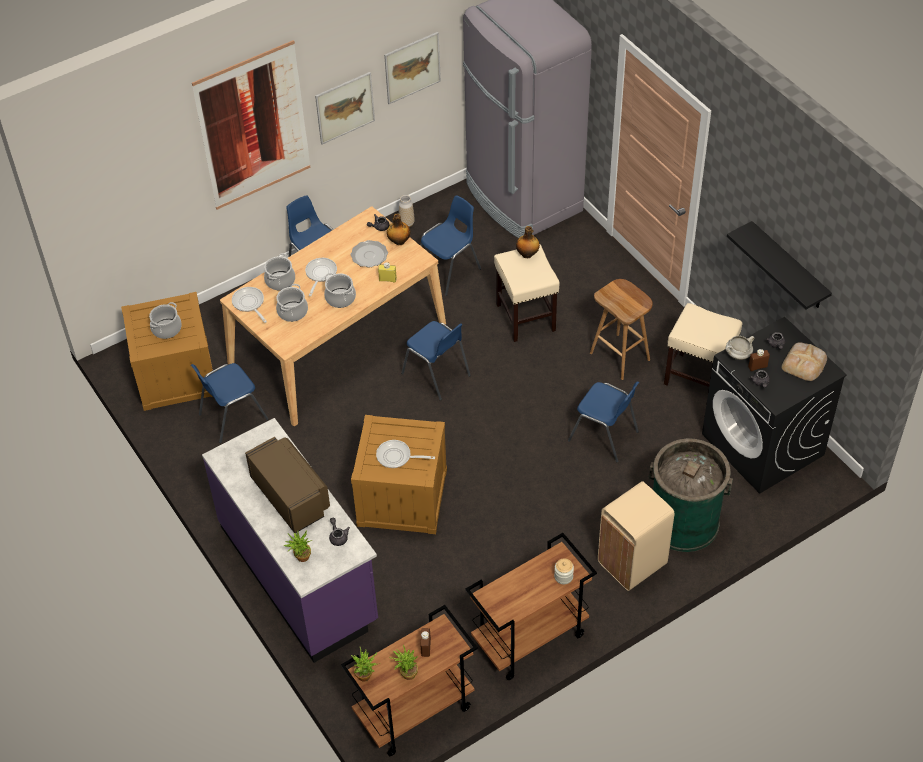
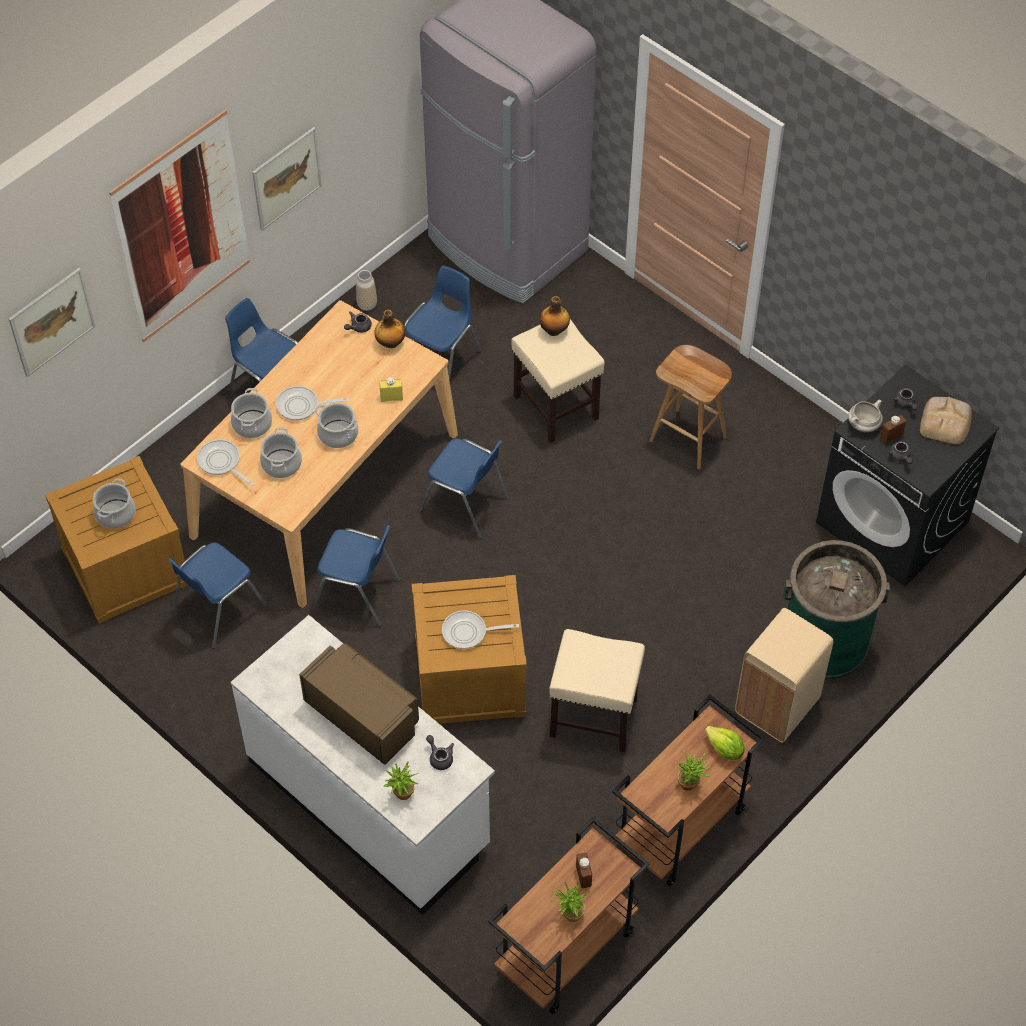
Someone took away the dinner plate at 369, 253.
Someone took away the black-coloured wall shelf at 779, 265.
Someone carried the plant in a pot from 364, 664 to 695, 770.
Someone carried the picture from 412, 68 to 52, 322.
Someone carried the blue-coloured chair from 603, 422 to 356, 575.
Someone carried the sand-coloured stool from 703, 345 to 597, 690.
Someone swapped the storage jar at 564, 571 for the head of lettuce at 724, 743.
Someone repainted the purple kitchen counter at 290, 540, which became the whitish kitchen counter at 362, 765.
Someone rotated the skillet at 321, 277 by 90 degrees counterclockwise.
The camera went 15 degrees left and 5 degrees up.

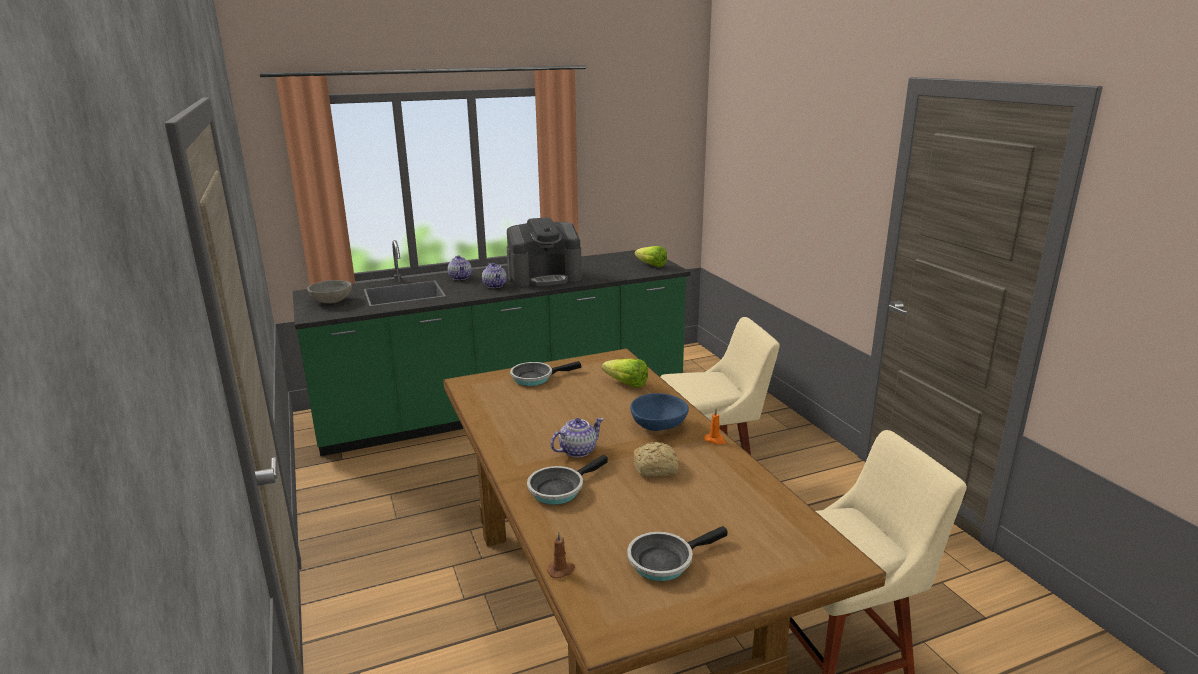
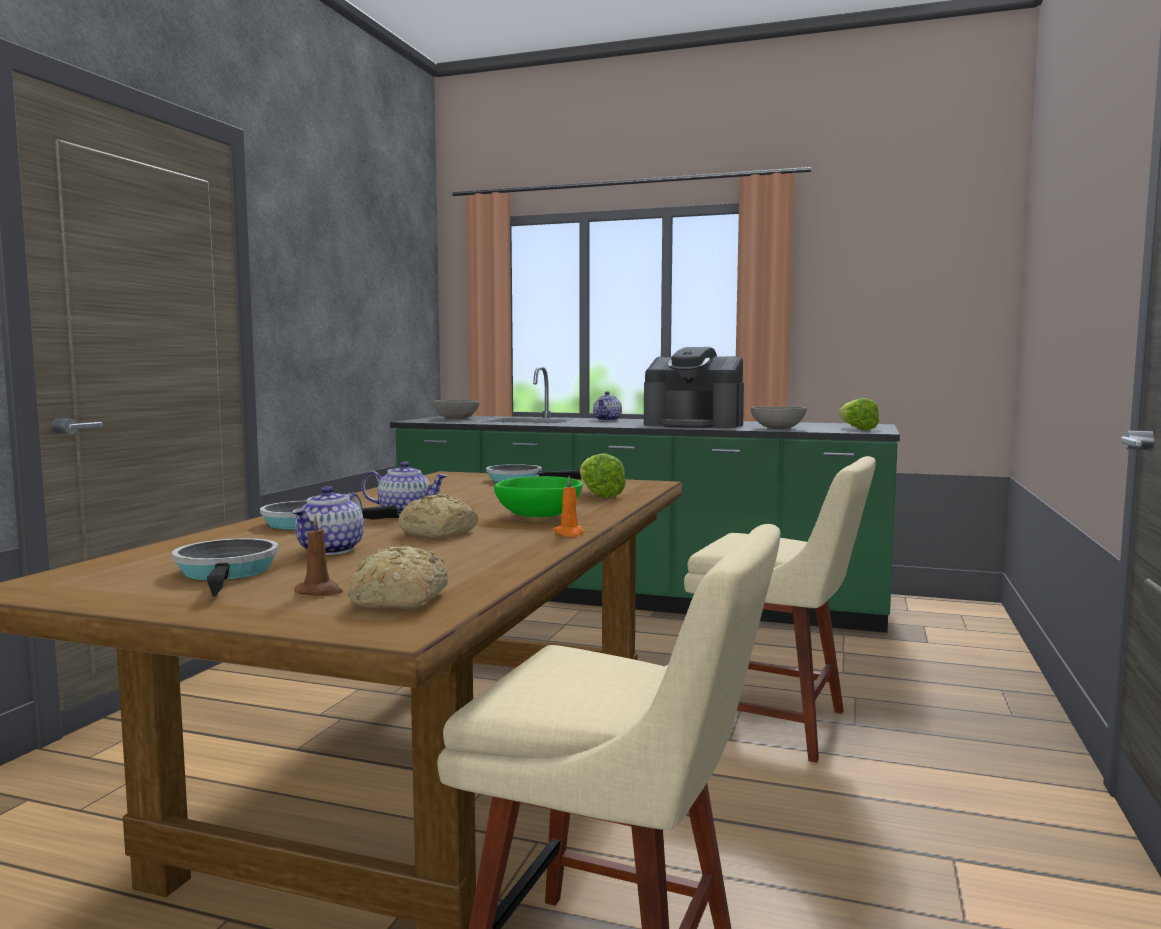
Someone put down the bread at 398, 577.
Someone put down the greyish deep dish at 778, 417.
Someone carried the pot for tea from 494, 275 to 328, 520.
Someone carried the brown candle from 561, 555 to 318, 555.
Someone repainted the blue-coloured deep dish at 659, 412, which became the green-coloured deep dish at 538, 496.
Someone rotated the skillet at 677, 553 by 60 degrees clockwise.
The camera went 40 degrees right and 15 degrees down.

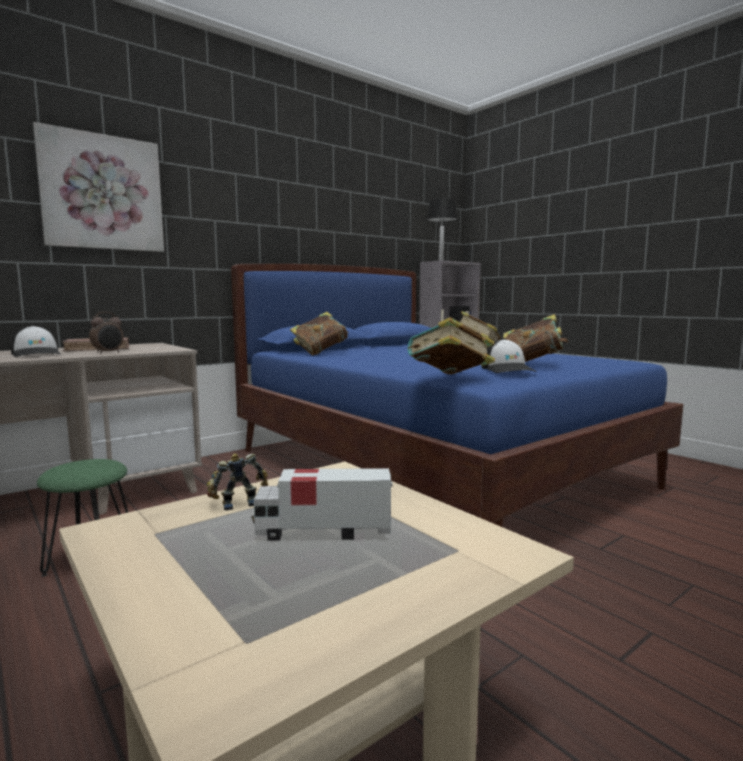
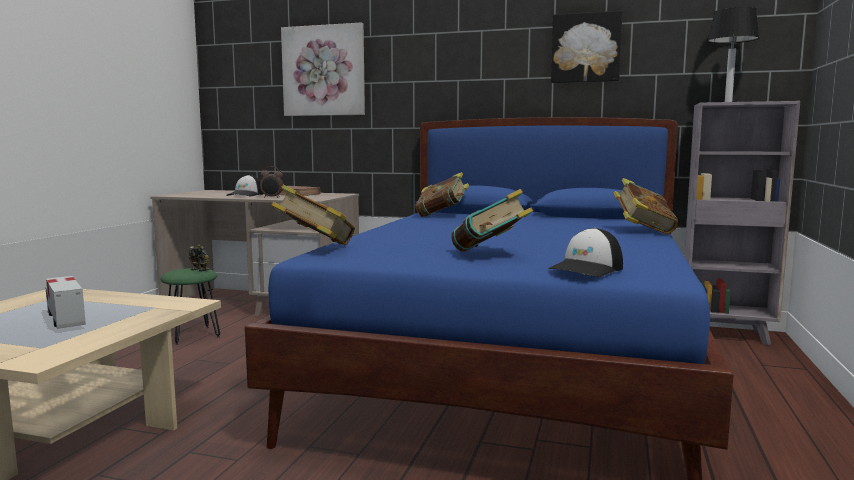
Someone put up the picture at 587, 47.
Someone carried the model robot from 237, 481 to 199, 258.
Someone carried the cap from 509, 356 to 585, 252.
The camera went 55 degrees right and 0 degrees up.

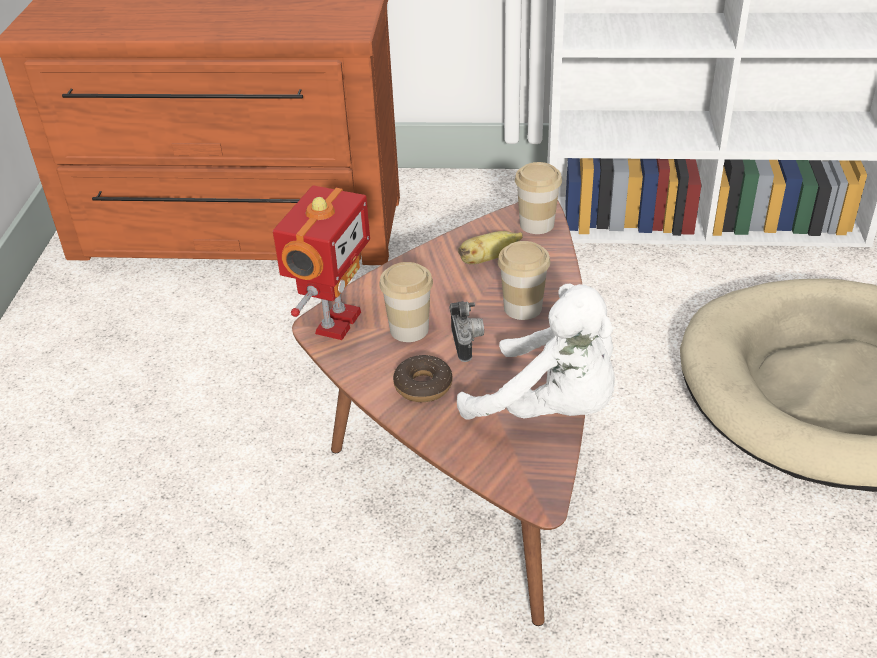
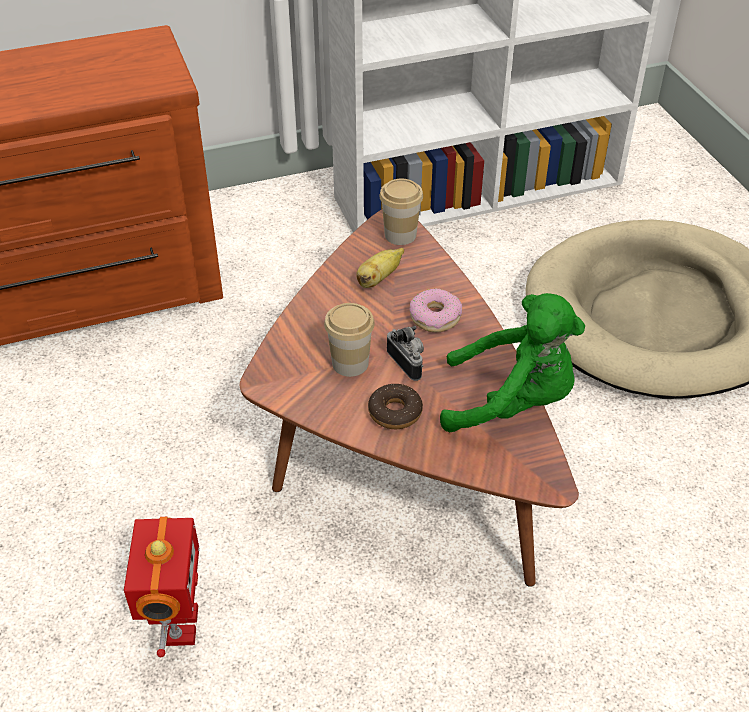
Someone carried the model robot from 321, 262 to 162, 587.
Someone swapped the small cup at 524, 280 for the ring doughnut at 435, 310.
Someone repainted the whitish soft toy at 536, 352, which became the green-coloured soft toy at 512, 362.
The camera went 25 degrees left and 5 degrees up.

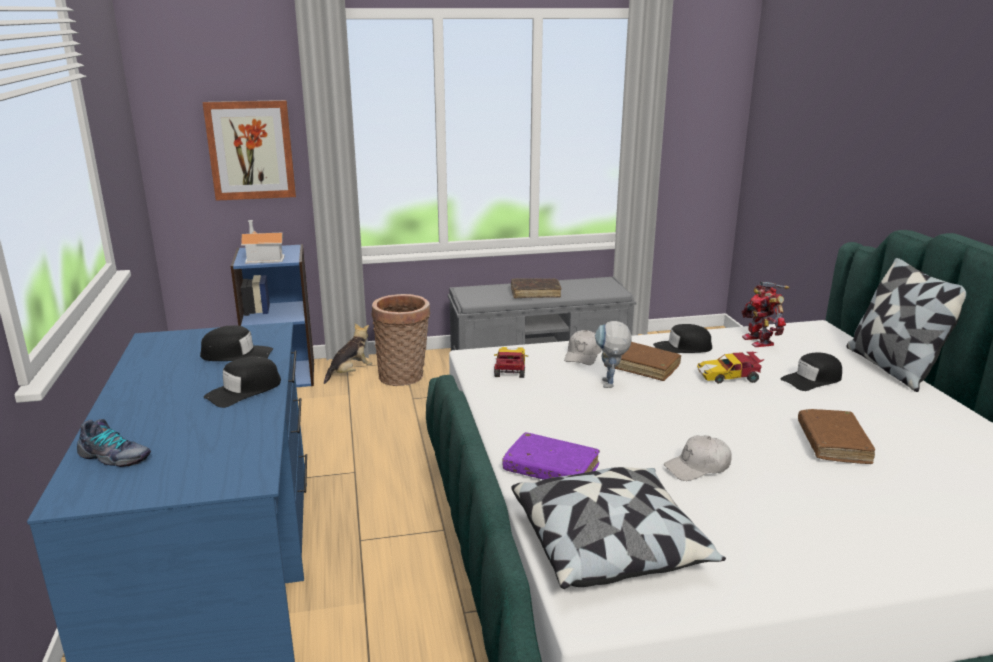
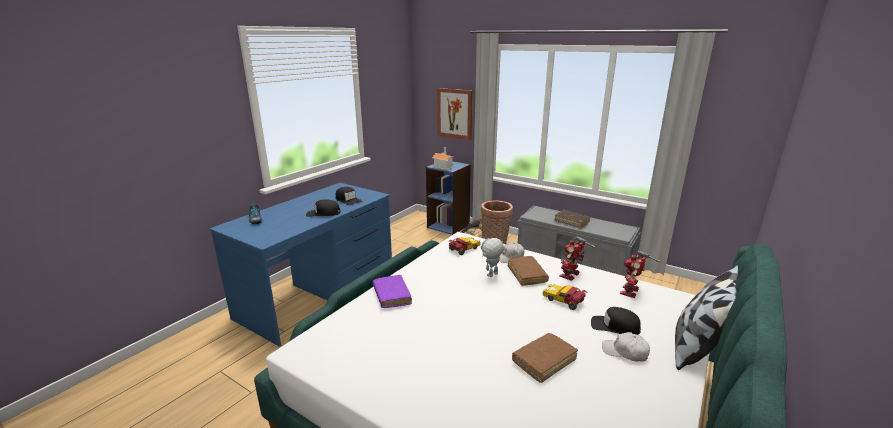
Someone took away the pillow at 619, 528.
Someone carried the whitish cap from 698, 458 to 626, 347.
Someone swapped the black-coloured cap at 682, 338 for the model robot at 577, 258.
The camera went 45 degrees right and 0 degrees up.

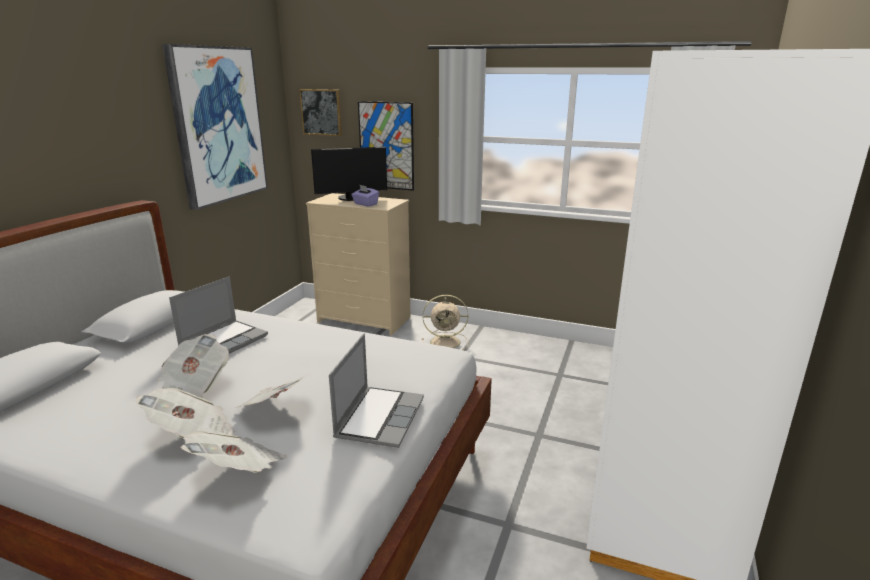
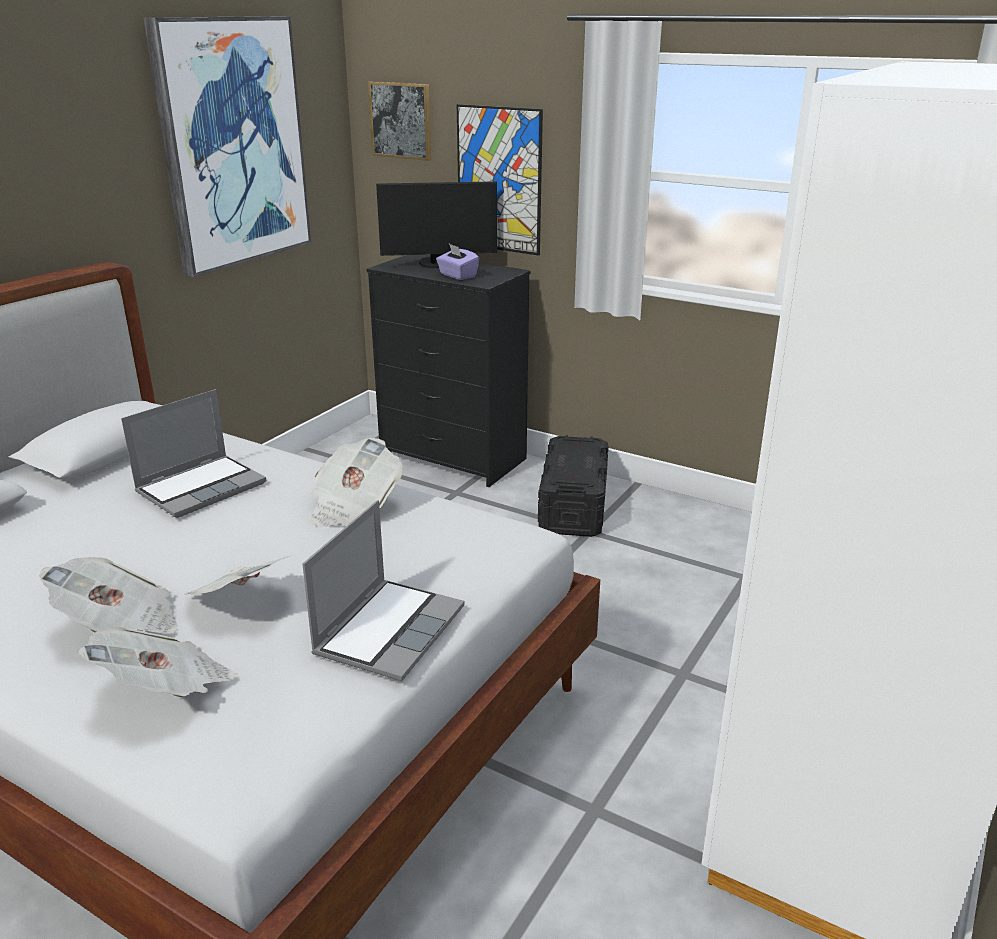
Someone carried the newspaper from 193, 366 to 357, 482.
Someone swapped the sand-coloured fan at 445, 322 for the black-coloured storage bin at 573, 486.
Someone repainted the sand-coloured dresser at 358, 264, which became the black-coloured dresser at 448, 371.
The camera went 10 degrees right and 5 degrees up.

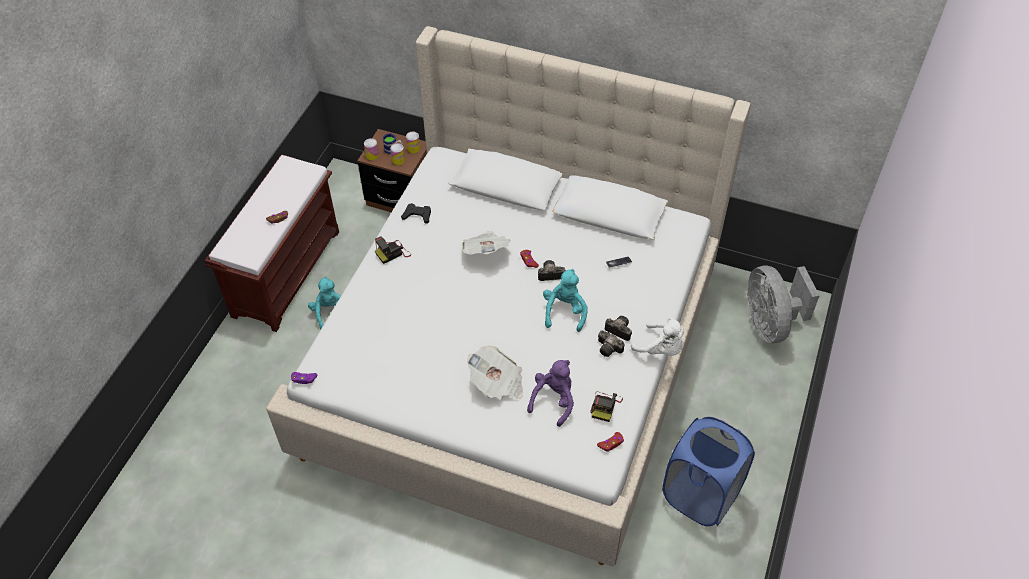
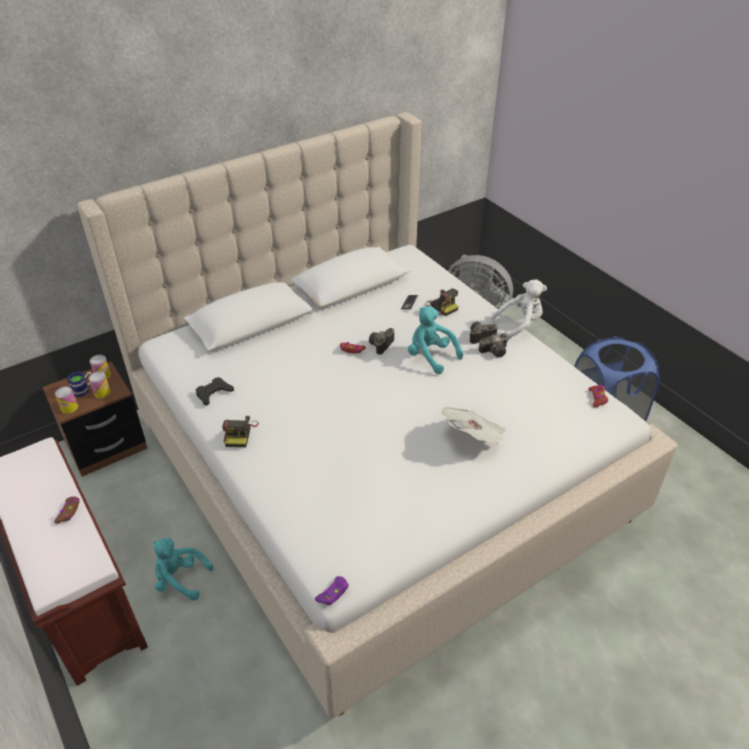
Someone took away the newspaper at 486, 243.
Someone took away the purple soft toy at 550, 393.
Someone carried the still camera from 606, 407 to 441, 302.
The camera went 55 degrees left and 10 degrees down.

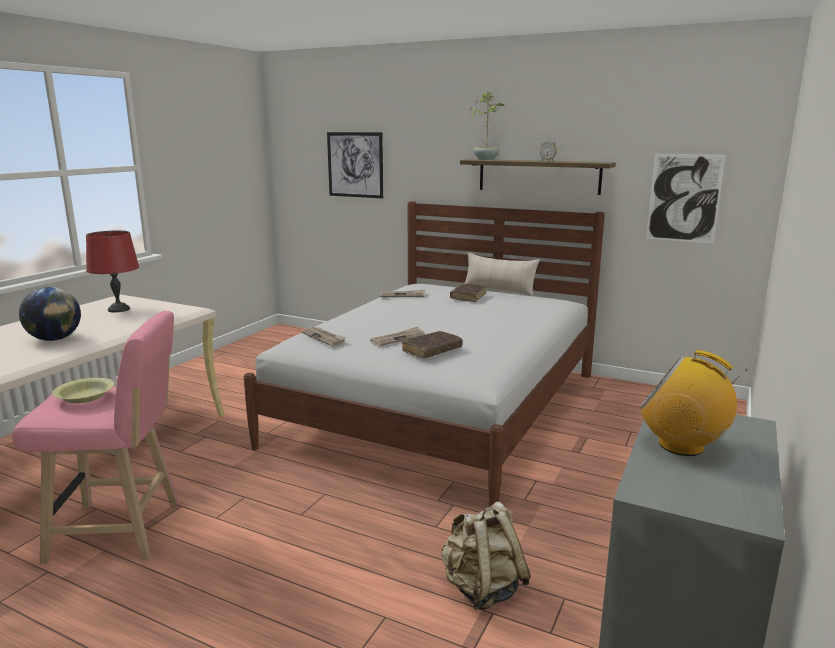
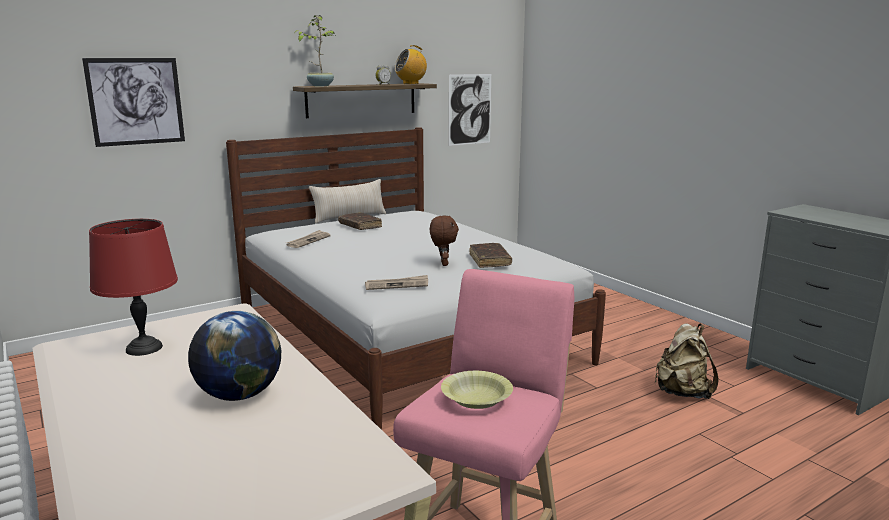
Someone carried the radio receiver from 693, 403 to 410, 64.
Someone swapped the newspaper at 398, 336 for the brown soft toy at 444, 241.
The camera went 60 degrees left and 0 degrees up.

